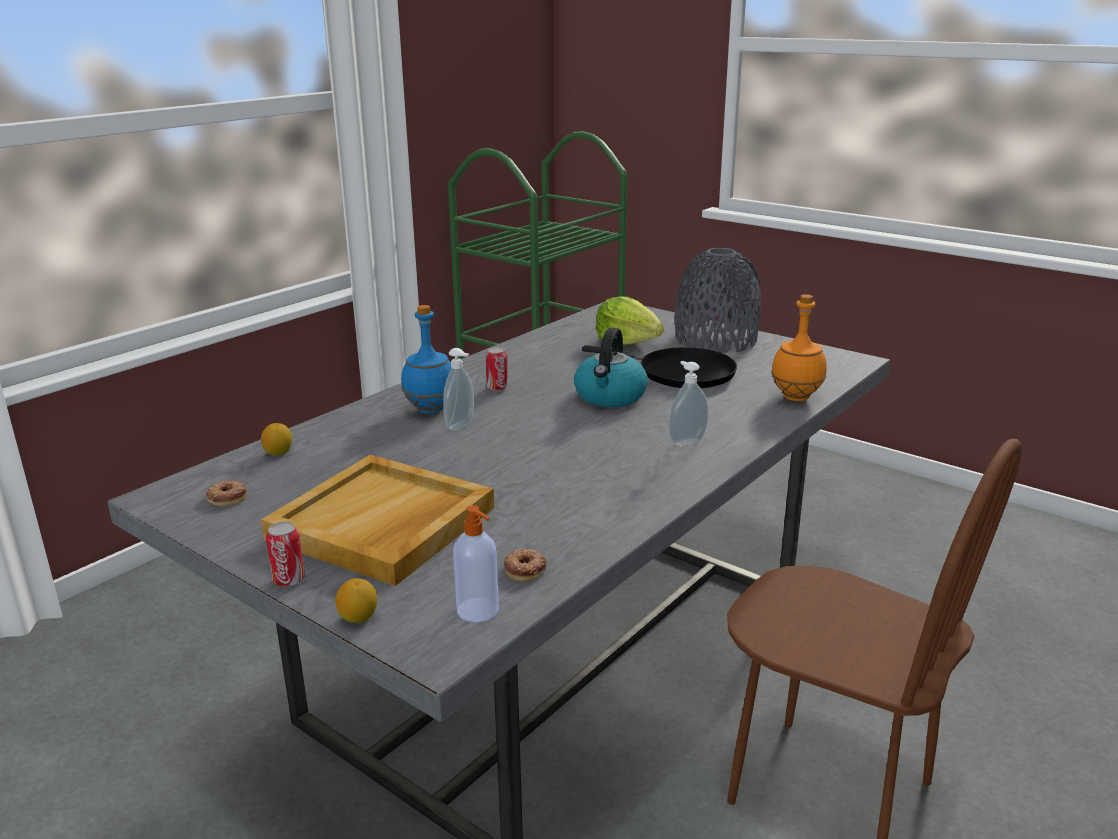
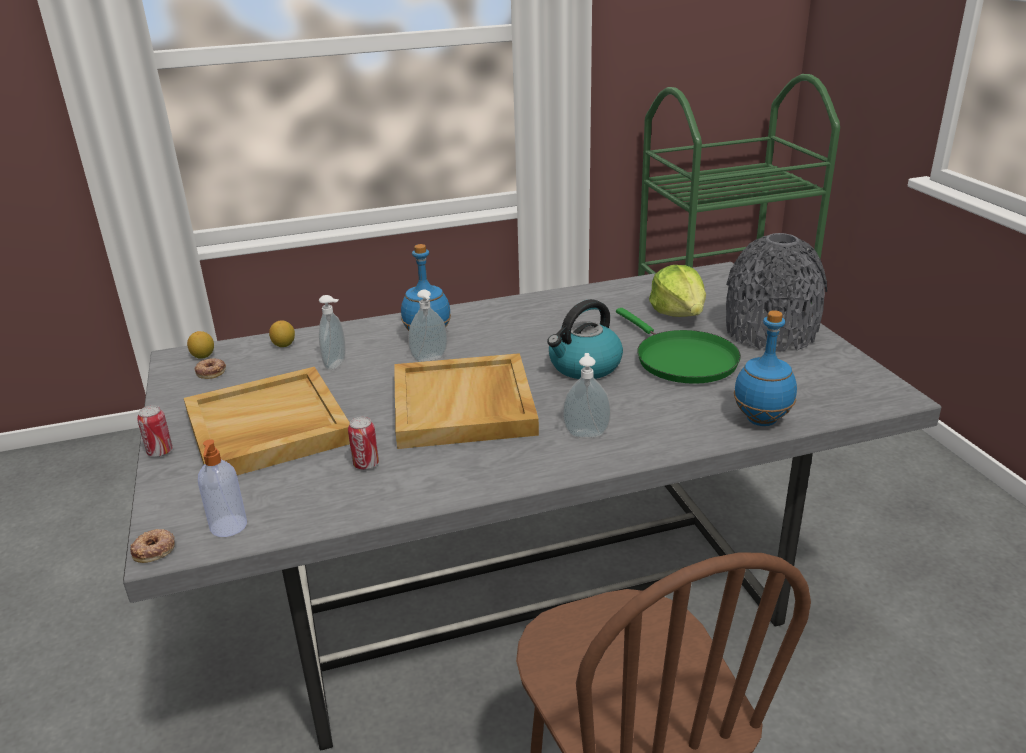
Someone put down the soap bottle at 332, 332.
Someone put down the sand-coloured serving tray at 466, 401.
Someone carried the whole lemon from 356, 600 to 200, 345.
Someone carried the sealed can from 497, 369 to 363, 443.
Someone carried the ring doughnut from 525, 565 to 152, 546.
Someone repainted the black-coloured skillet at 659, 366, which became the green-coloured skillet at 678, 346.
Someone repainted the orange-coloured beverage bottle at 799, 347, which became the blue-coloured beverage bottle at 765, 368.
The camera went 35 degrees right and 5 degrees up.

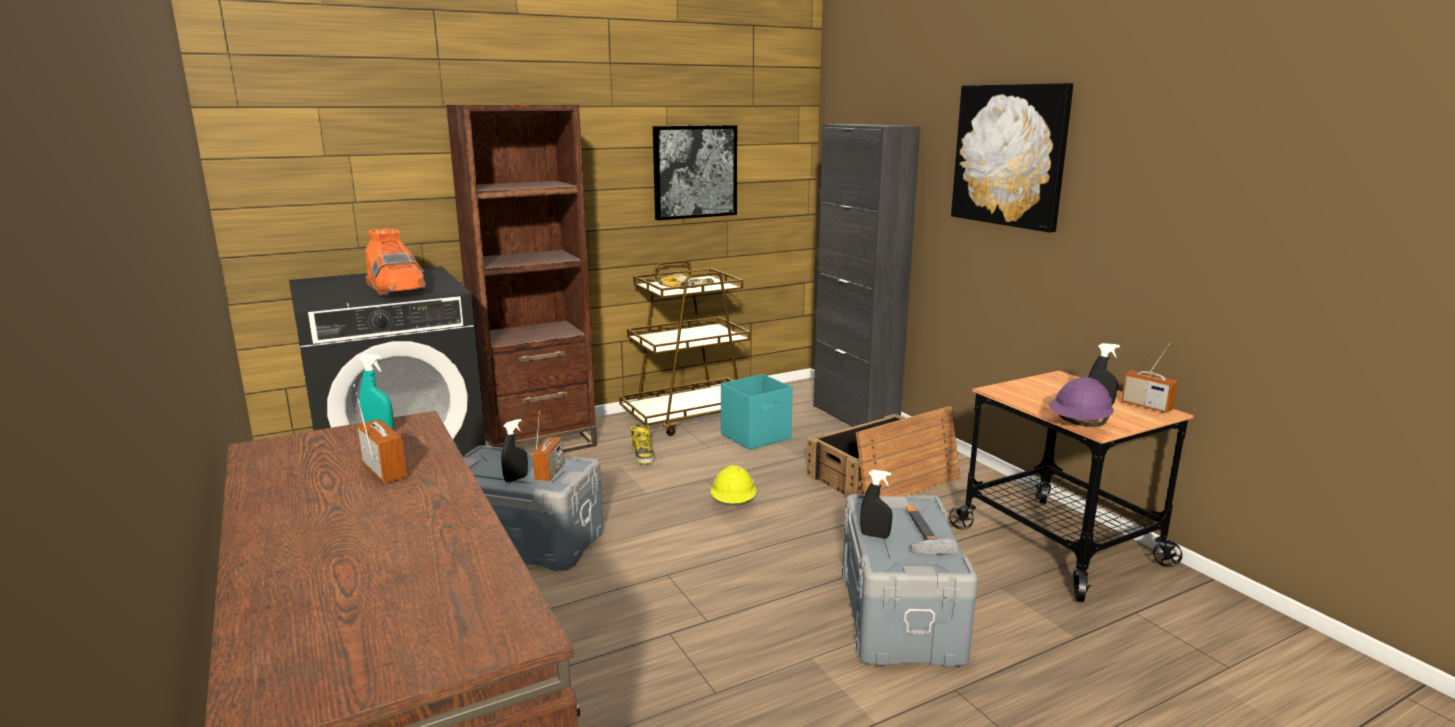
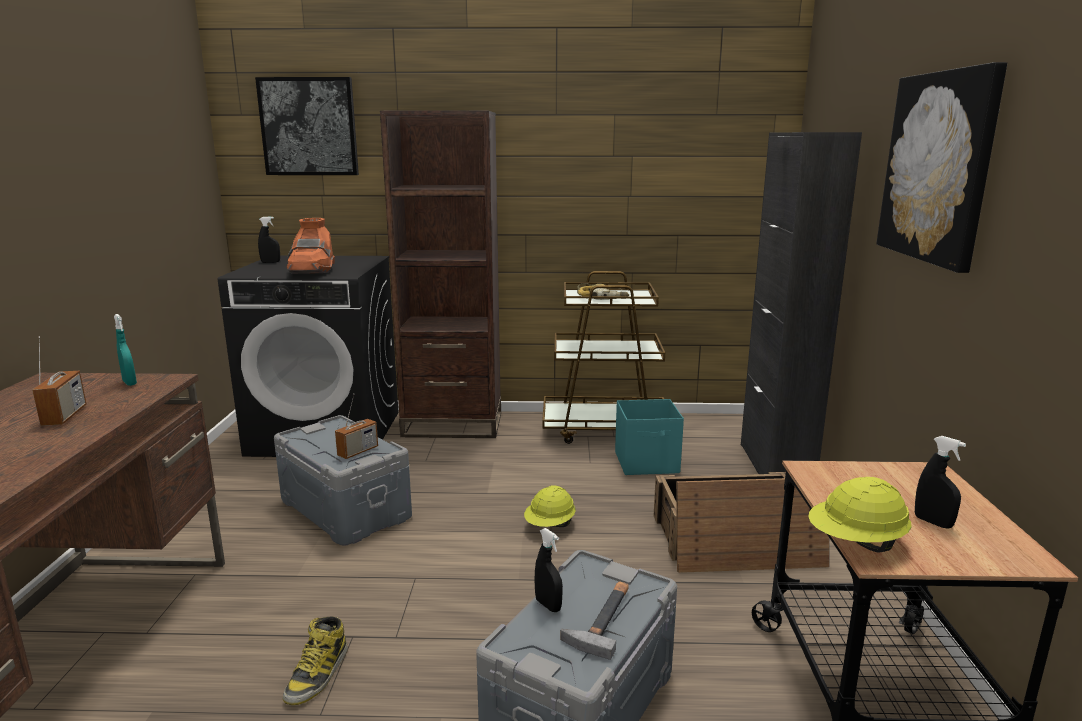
Someone took away the radio receiver at 1149, 378.
Someone carried the black-coloured hand sprayer from 514, 450 to 269, 240.
Someone carried the tall boot from 642, 444 to 315, 661.
Someone carried the picture from 695, 172 to 307, 126.
Someone repainted the purple work helmet at 1081, 402, which became the yellow-coloured work helmet at 859, 515.
The camera went 30 degrees right and 0 degrees up.

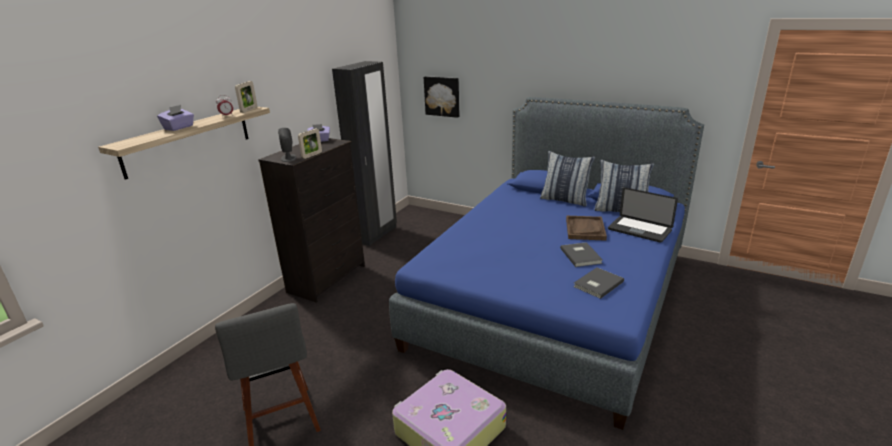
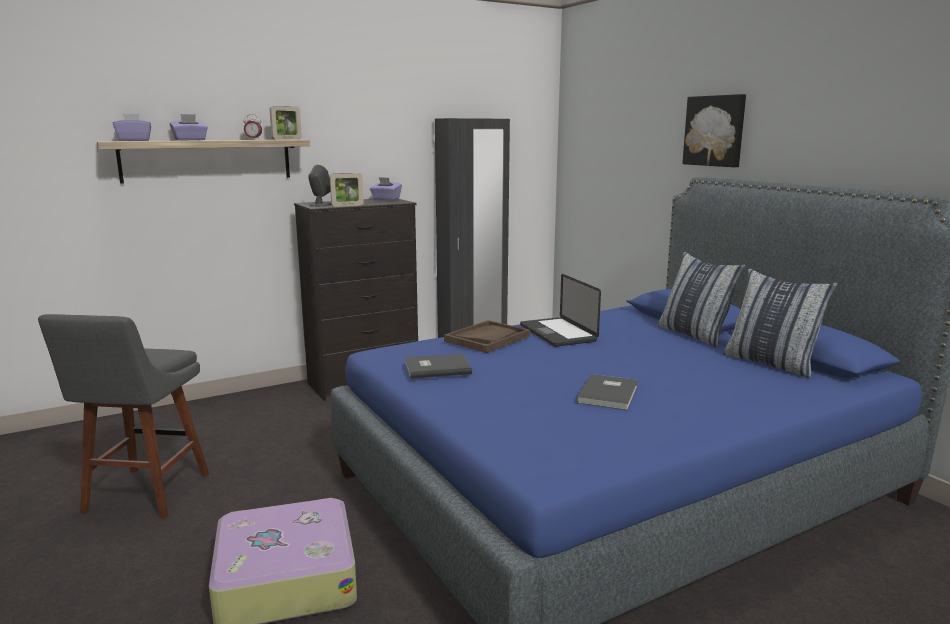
Someone put down the purple tissue box at 132, 127.
Someone carried the picture from 442, 97 to 714, 130.
Someone carried the brown serving tray from 586, 228 to 487, 336.
Someone carried the greyish bound book from 598, 283 to 438, 366.
Someone carried the laptop from 643, 215 to 560, 310.
The camera went 30 degrees right and 10 degrees down.

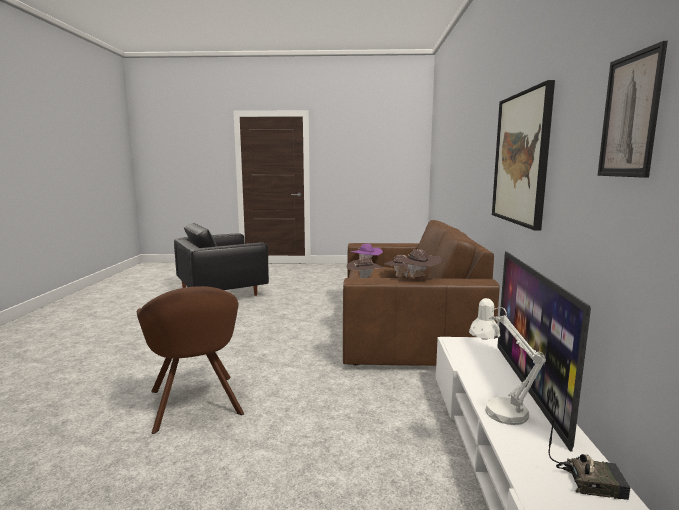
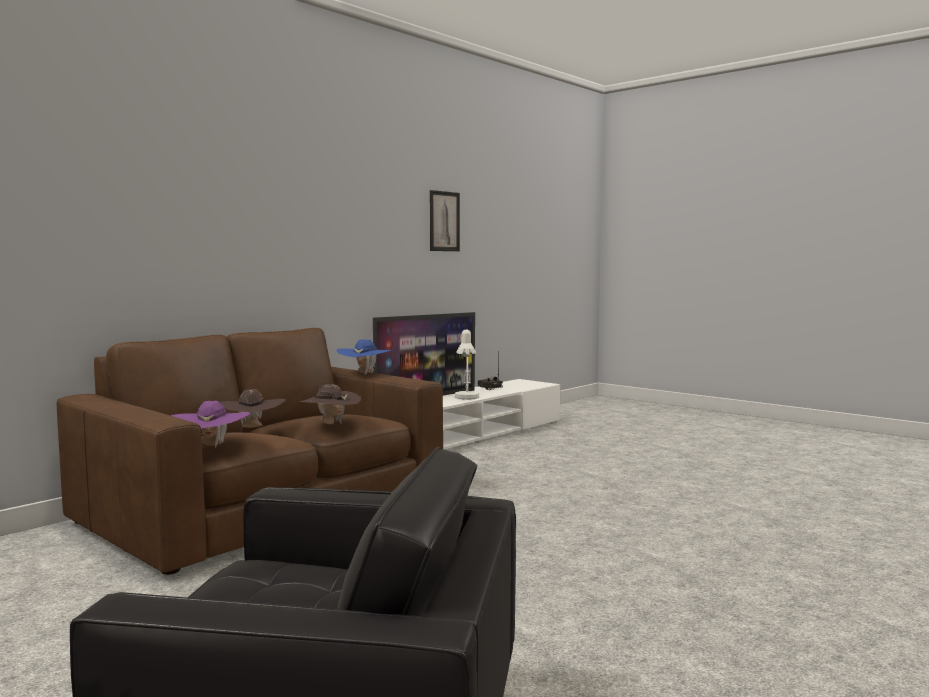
Someone took away the brown easy chair at 190, 360.
Someone took away the picture at 523, 155.
Someone repainted the brown hat at 418, 263, which became the blue-coloured hat at 365, 357.
The camera went 140 degrees left and 5 degrees down.

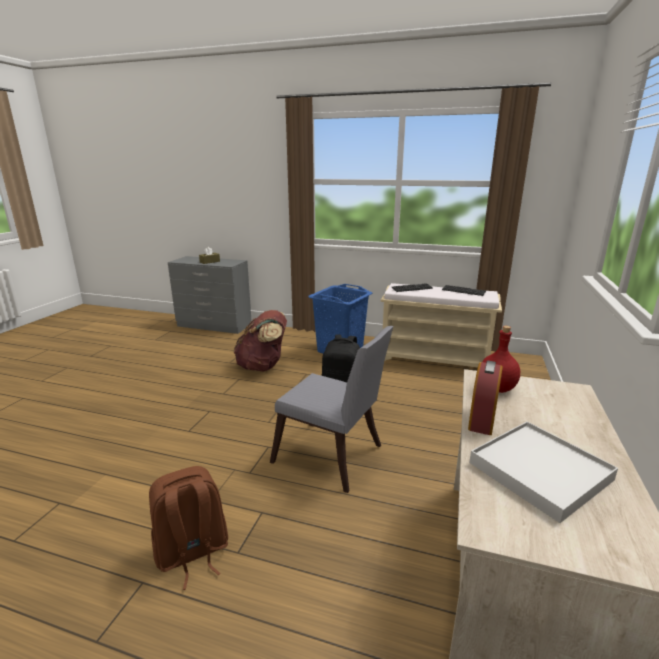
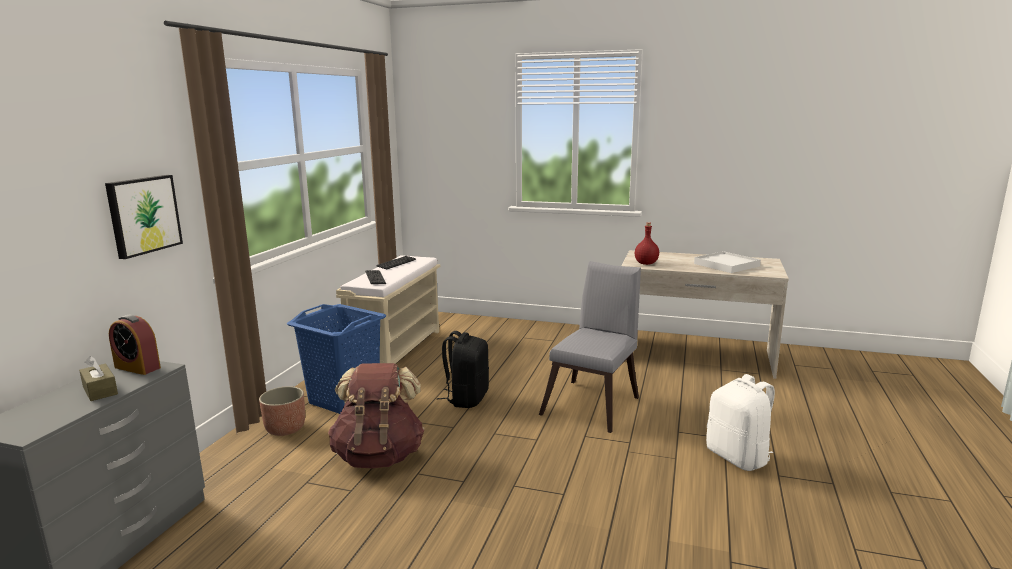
Someone put up the picture at 144, 217.
Someone put down the plant pot at 282, 411.
Someone carried the table clock from 485, 398 to 135, 345.
Someone repainted the brown backpack at 188, 528, which became the whitish backpack at 740, 422.
The camera went 90 degrees left and 5 degrees down.

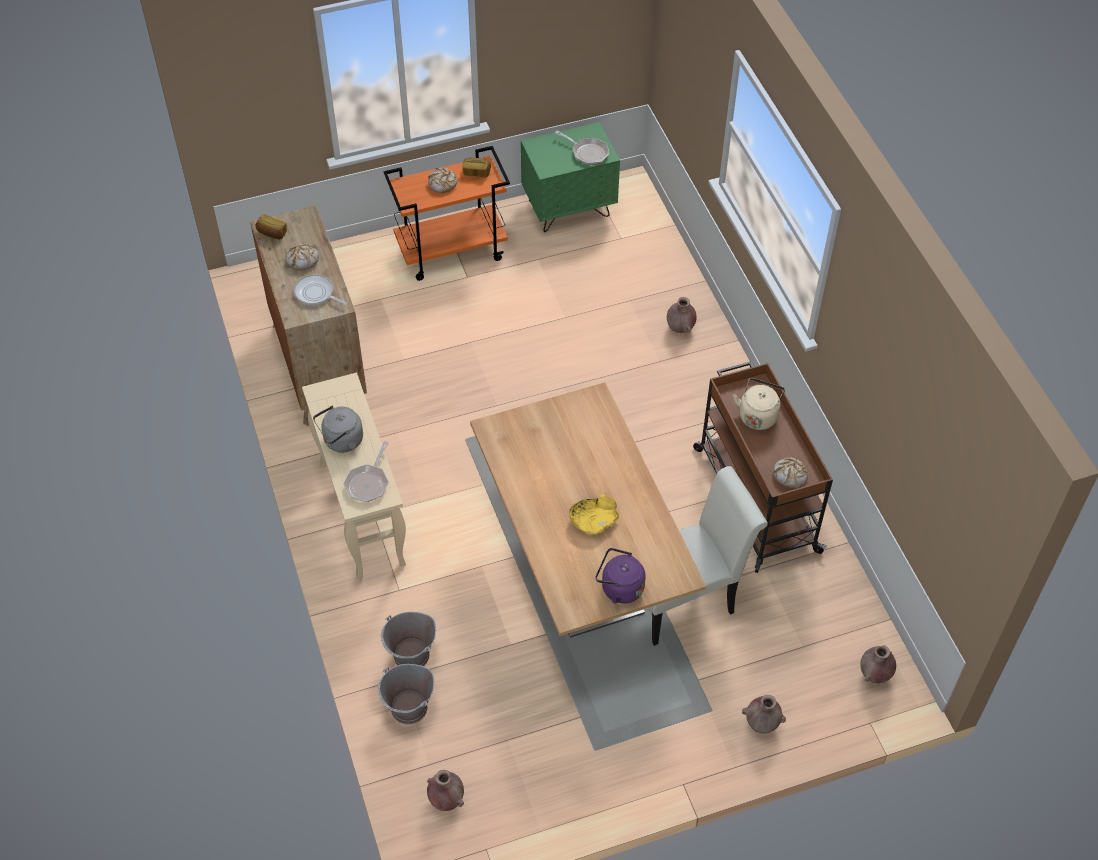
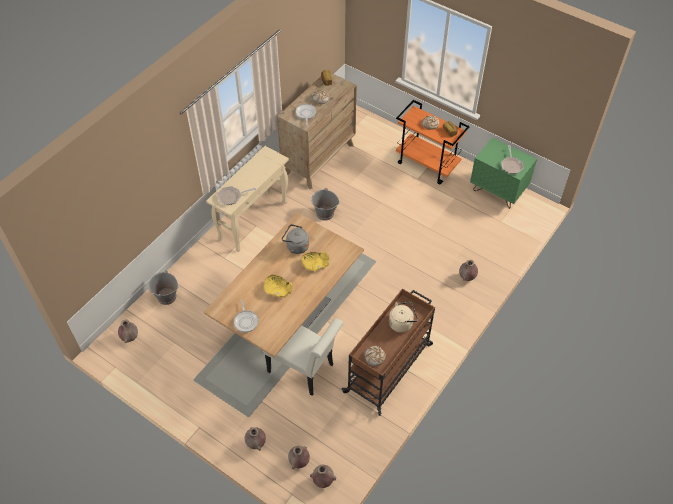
Someone put down the brown vase at 299, 457.
Someone put down the yellow-coloured deep dish at 315, 261.
Someone carried the greyish tea kettle from 338, 429 to 295, 239.
Someone carried the greyish water bucket from 408, 639 to 325, 204.
Someone swapped the purple tea kettle at 621, 576 for the skillet at 246, 315.
The camera went 55 degrees right and 0 degrees up.

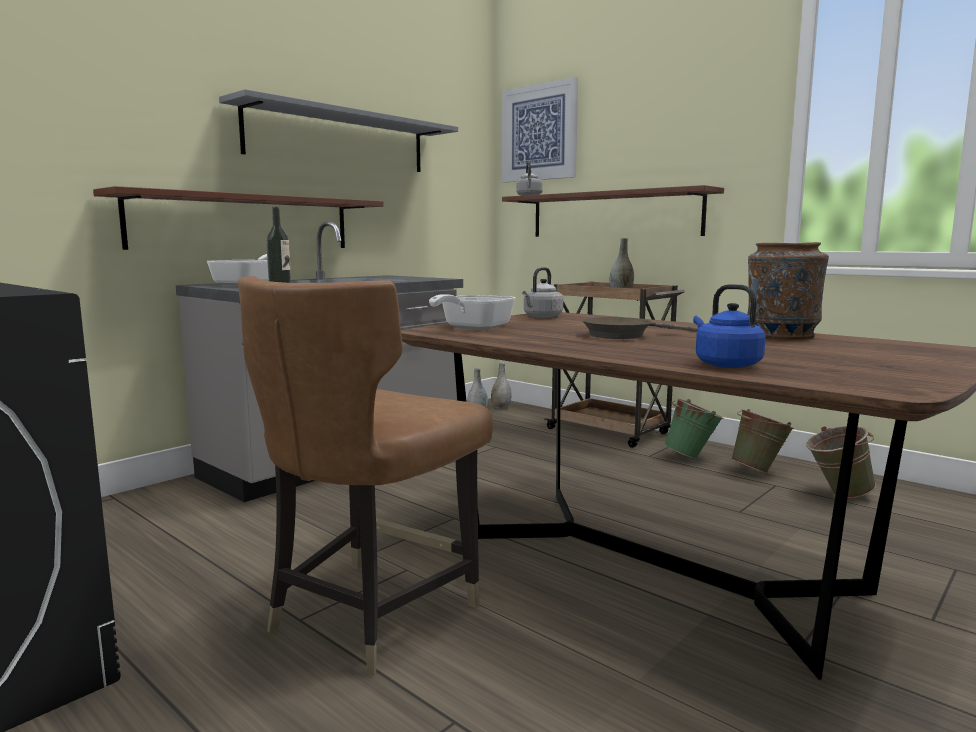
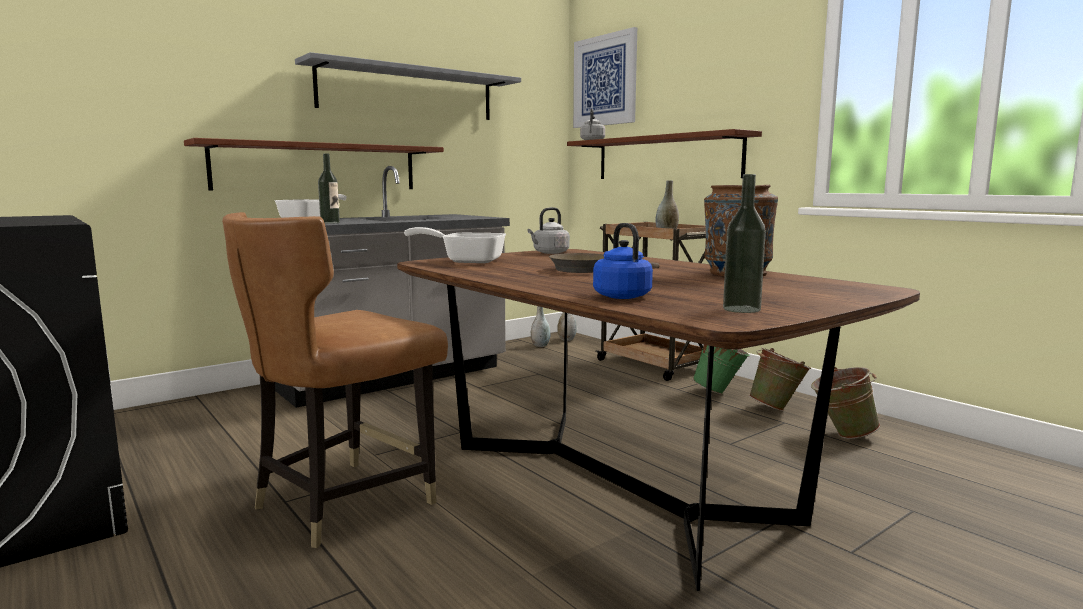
Someone put down the beverage bottle at 744, 243.
Someone rotated the skillet at 472, 312 by 60 degrees clockwise.
The camera went 10 degrees right and 0 degrees up.

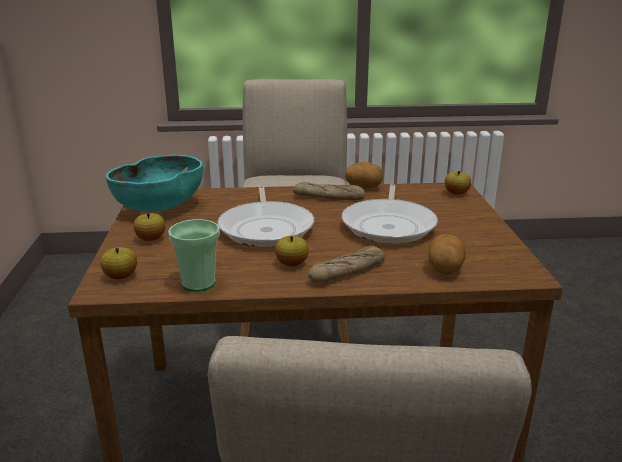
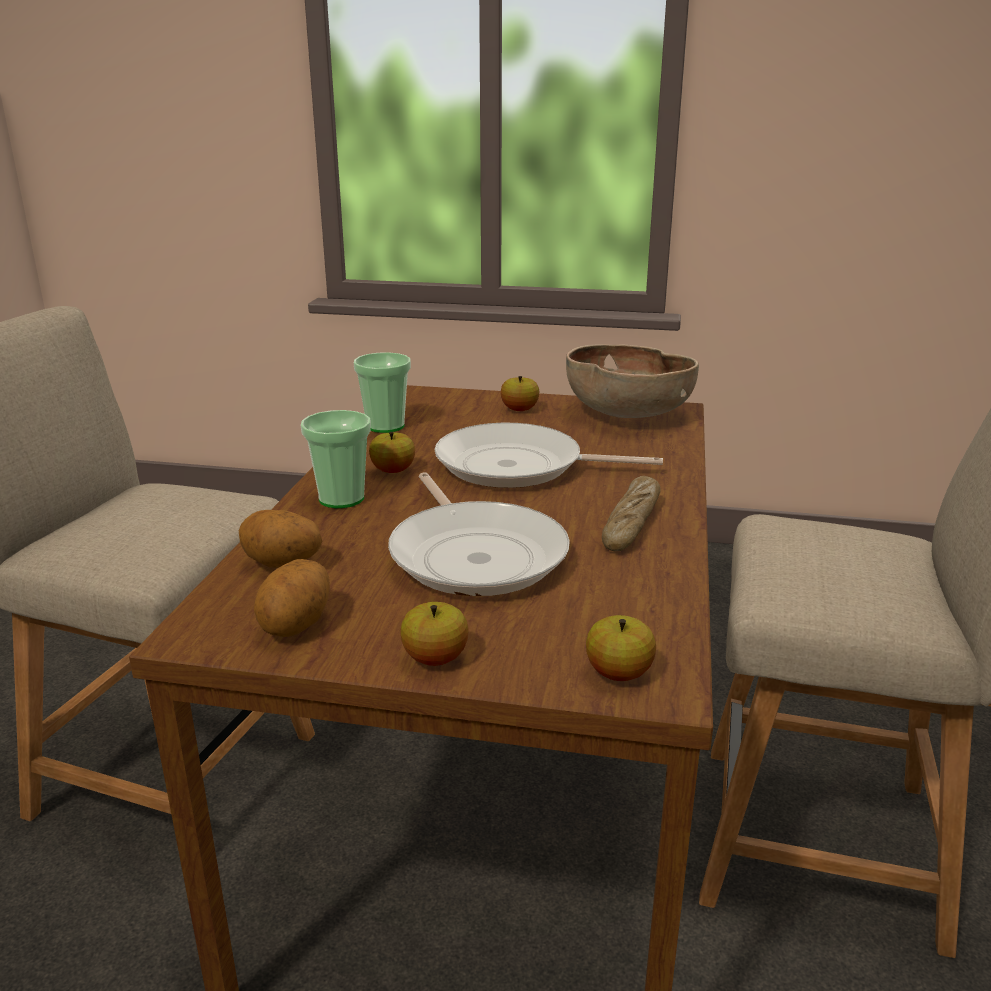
Someone carried the whole apple from 118, 263 to 434, 634.
Someone carried the potato from 364, 175 to 292, 598.
Someone swapped the bread at 346, 264 for the small cup at 336, 459.
Someone repainted the turquoise deep dish at 154, 183, which became the brown deep dish at 632, 381.
Someone rotated the skillet at 390, 214 by 135 degrees counterclockwise.
The camera went 105 degrees right and 0 degrees up.

